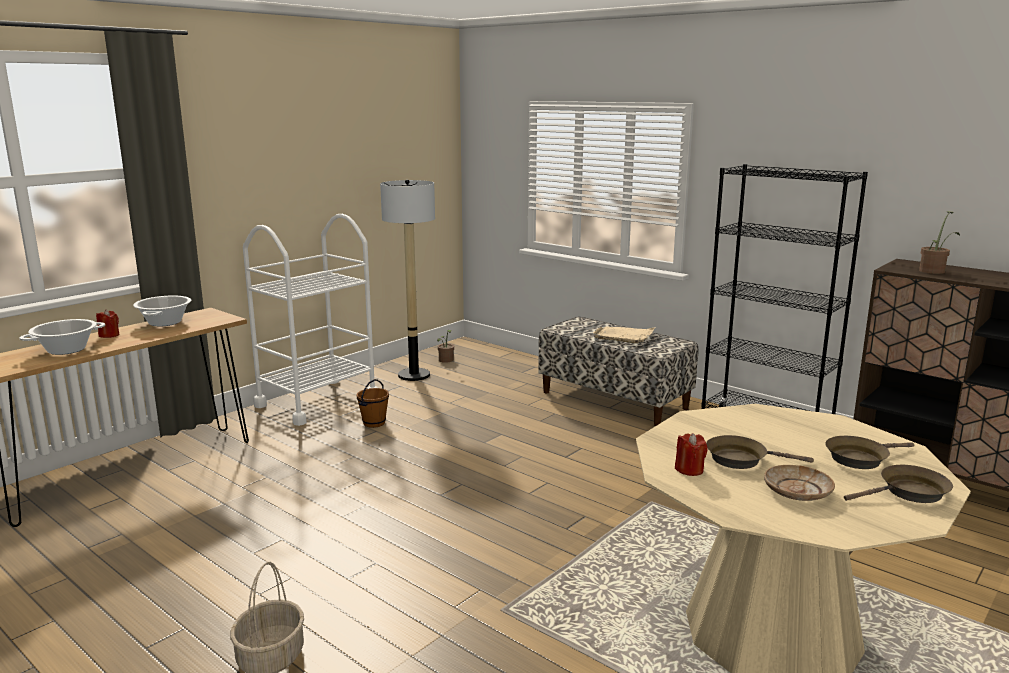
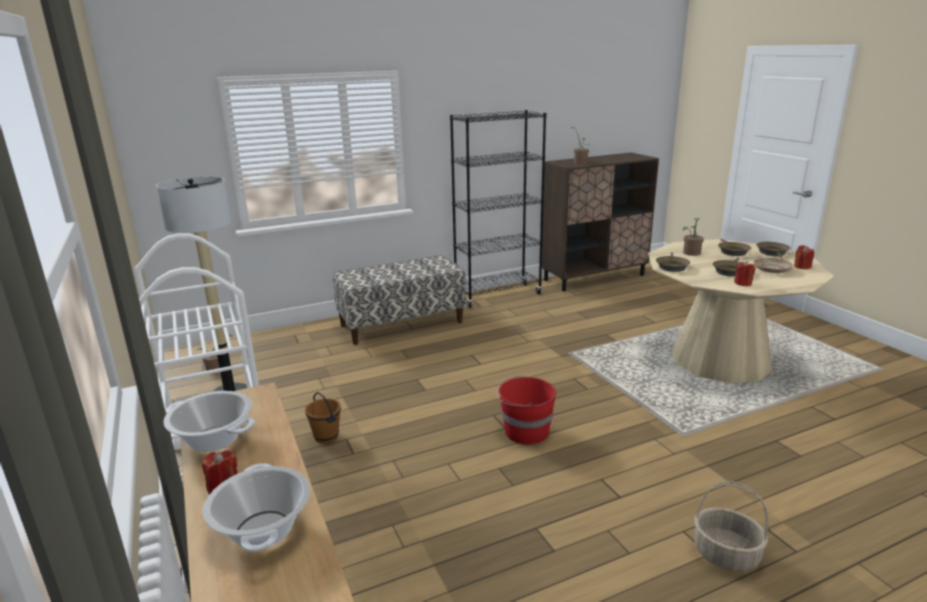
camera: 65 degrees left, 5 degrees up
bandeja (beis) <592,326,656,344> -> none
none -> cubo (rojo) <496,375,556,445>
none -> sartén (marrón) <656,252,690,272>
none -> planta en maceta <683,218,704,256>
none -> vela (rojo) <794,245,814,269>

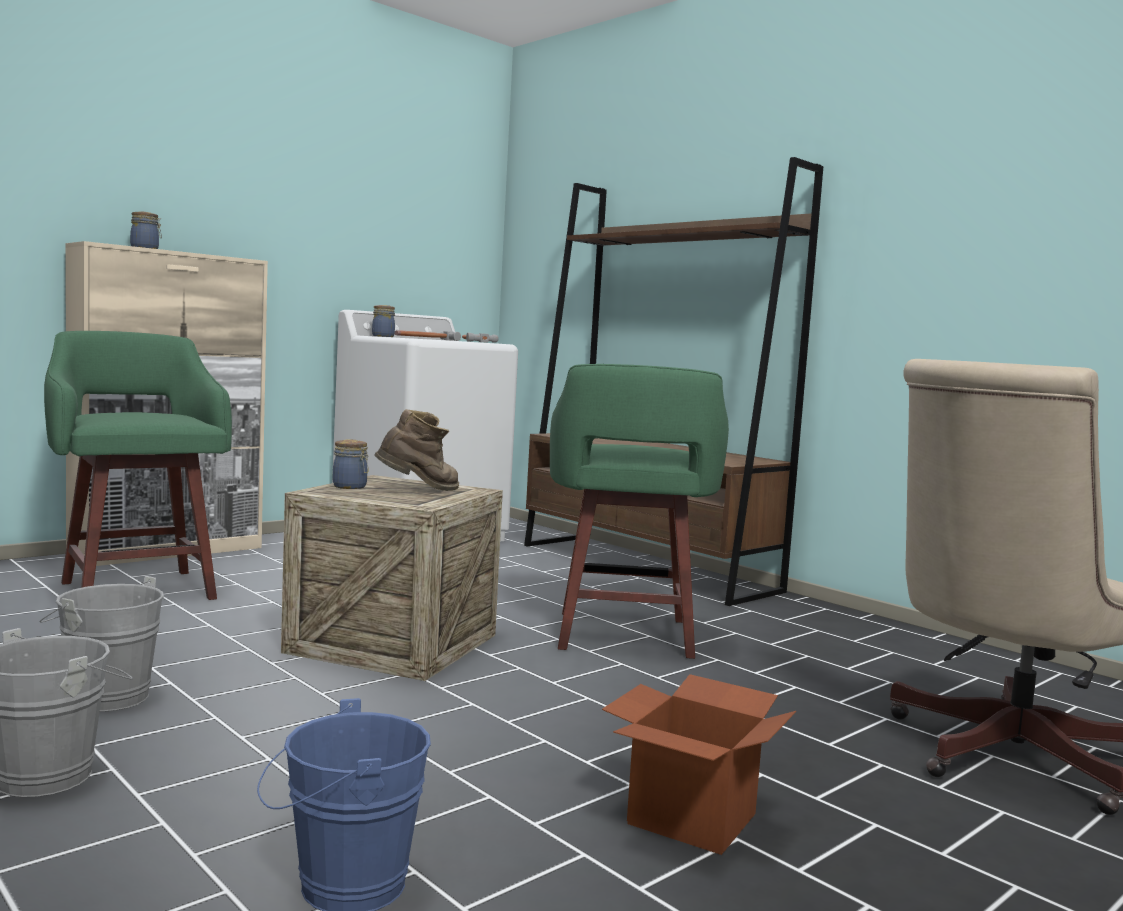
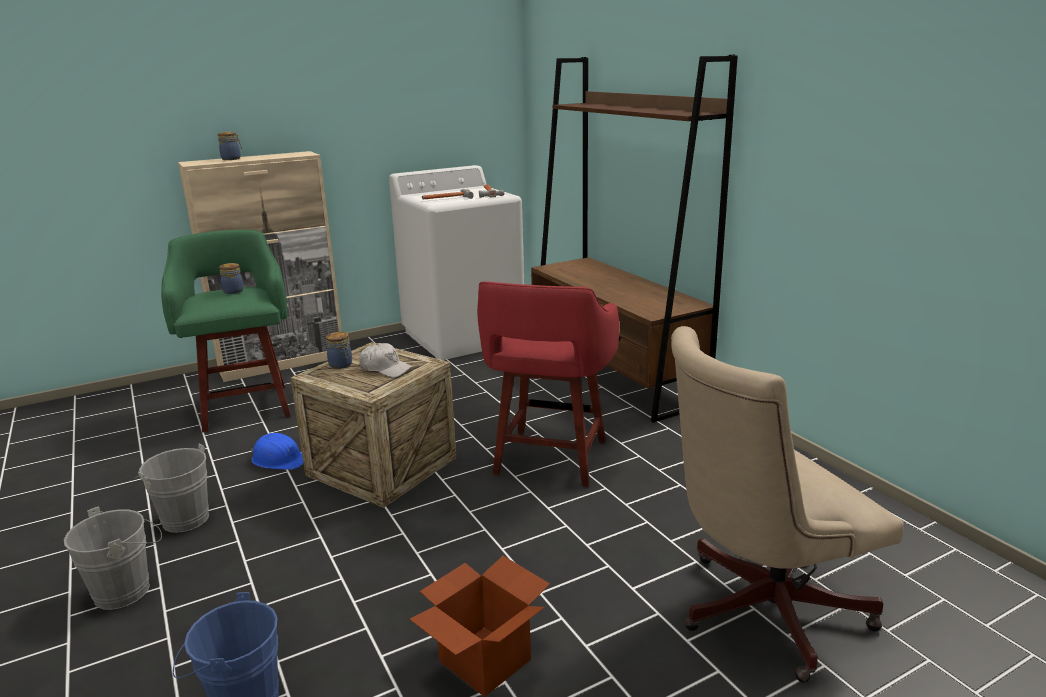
camera: 15 degrees right, 15 degrees up
none -> casco (azul) <251,433,304,470>
tarro <372,305,395,337> -> tarro <219,263,244,294>, relocated
bota (marrón) <374,409,459,491> -> gorra (blanco) <359,343,413,378>
taburete (verde) <550,364,729,659> -> taburete (rojo) <477,281,619,487>

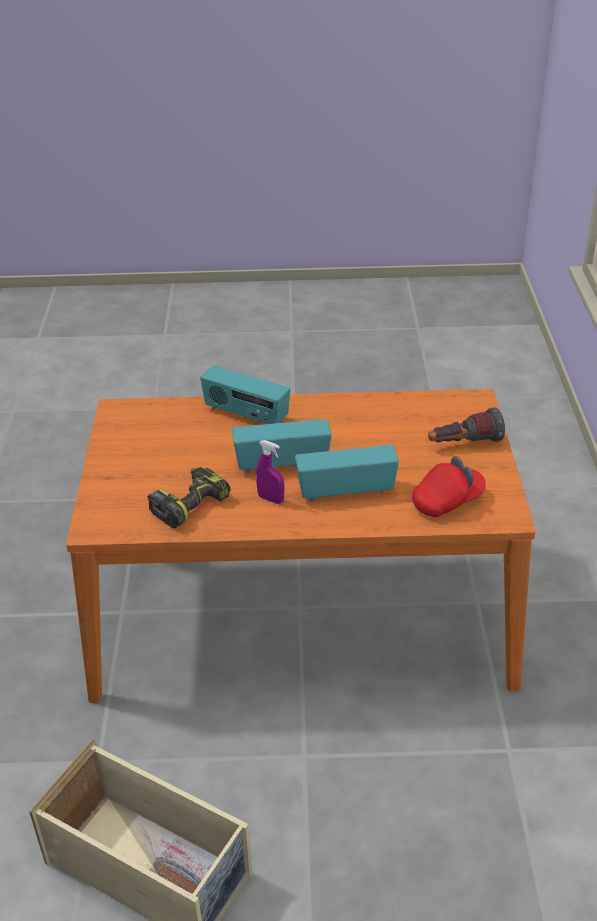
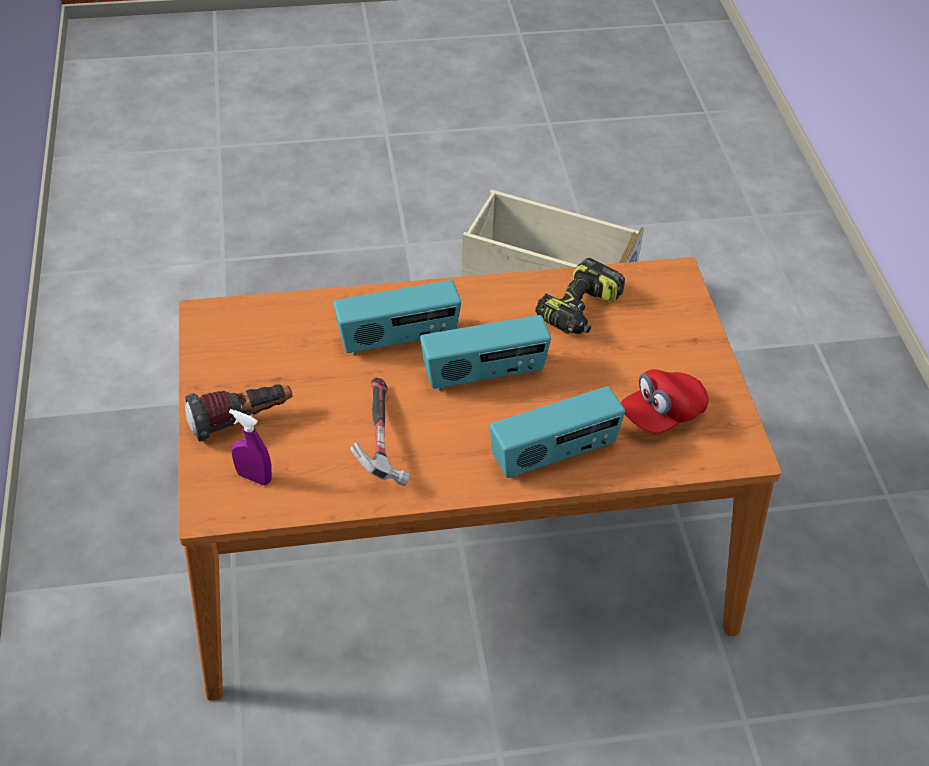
camera: 170 degrees right, 10 degrees up
none -> martillo <350,378,410,486>
pulverizador (morado) <256,440,285,504> -> pulverizador (morado) <229,409,272,485>, relocated
gorra (rojo) <412,456,486,517> -> gorra (rojo) <621,369,709,434>, relocated
radio <200,365,290,424> -> radio <490,386,625,478>, 135 degrees clockwise

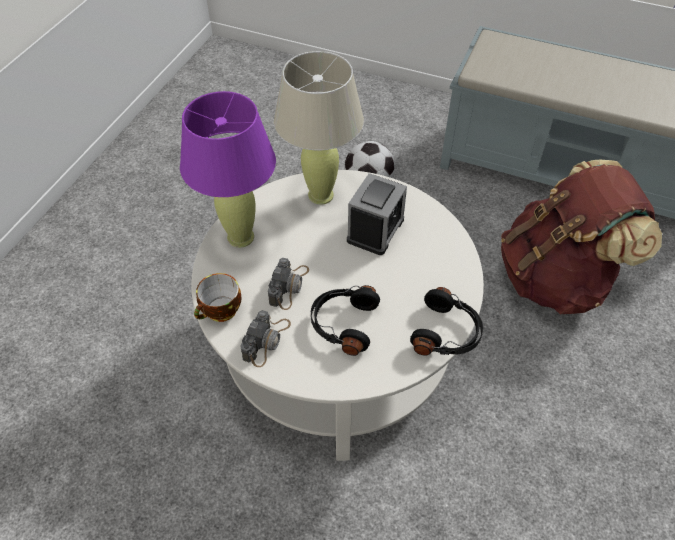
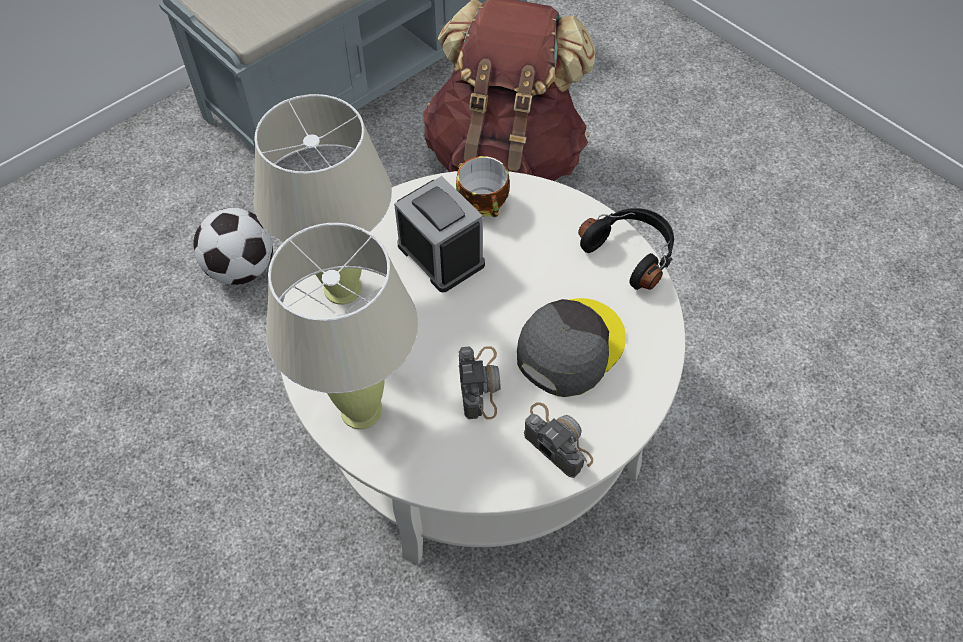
camera: 65 degrees left, 5 degrees up
taza <194,273,241,322> -> taza <456,156,510,217>, relocated
auriculares (negro) <311,285,380,356> -> gorra (gris) <517,298,626,397>
lámpara de mesa (morado) <180,91,276,248> -> lámpara de mesa (beis) <266,223,418,430>
cámara <268,258,309,310> -> cámara <459,346,501,420>, 45 degrees clockwise

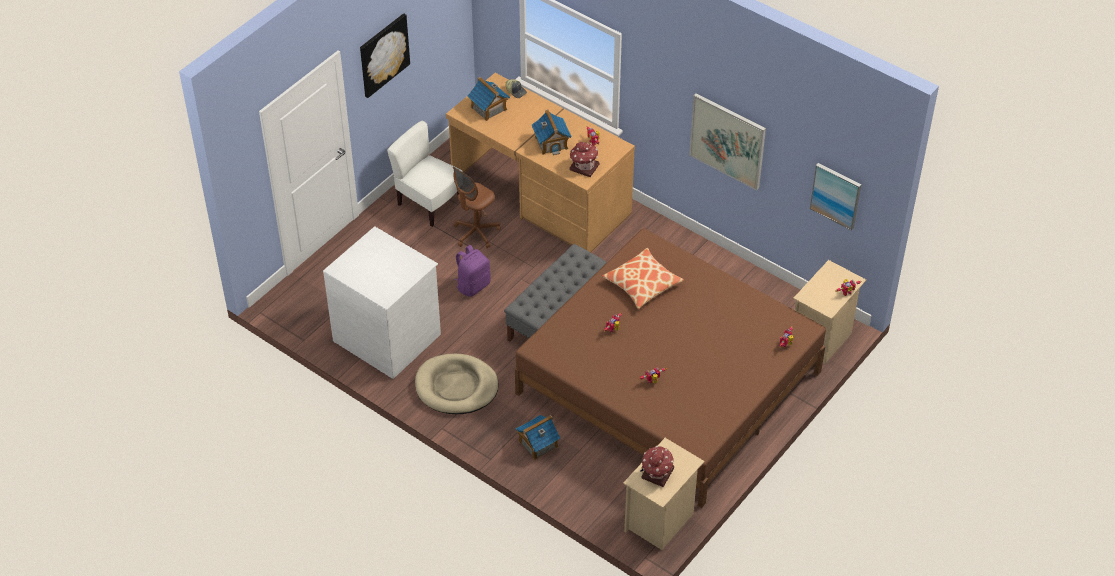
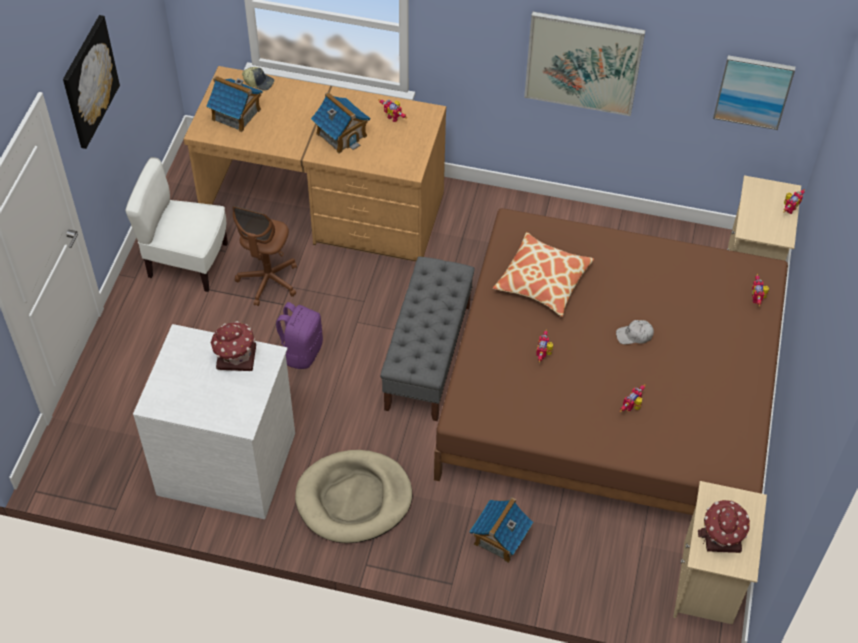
camera: 25 degrees left, 5 degrees up
none -> gorra (blanco) <616,320,654,344>
casita <569,142,600,177> -> casita <210,321,256,371>, relocated

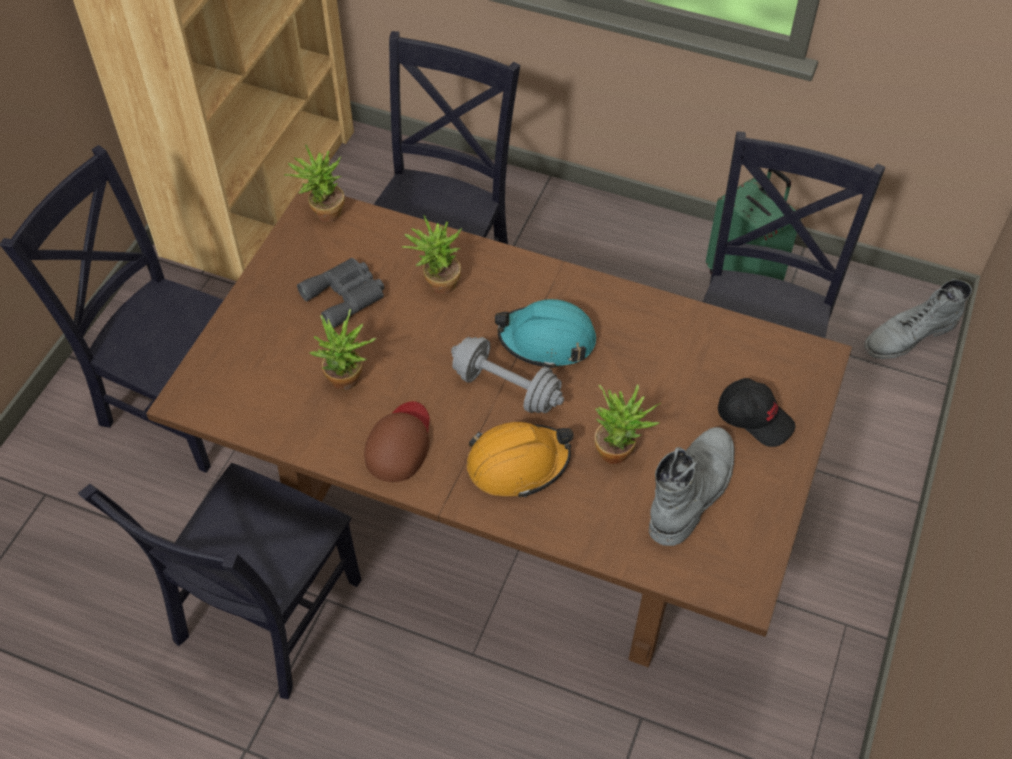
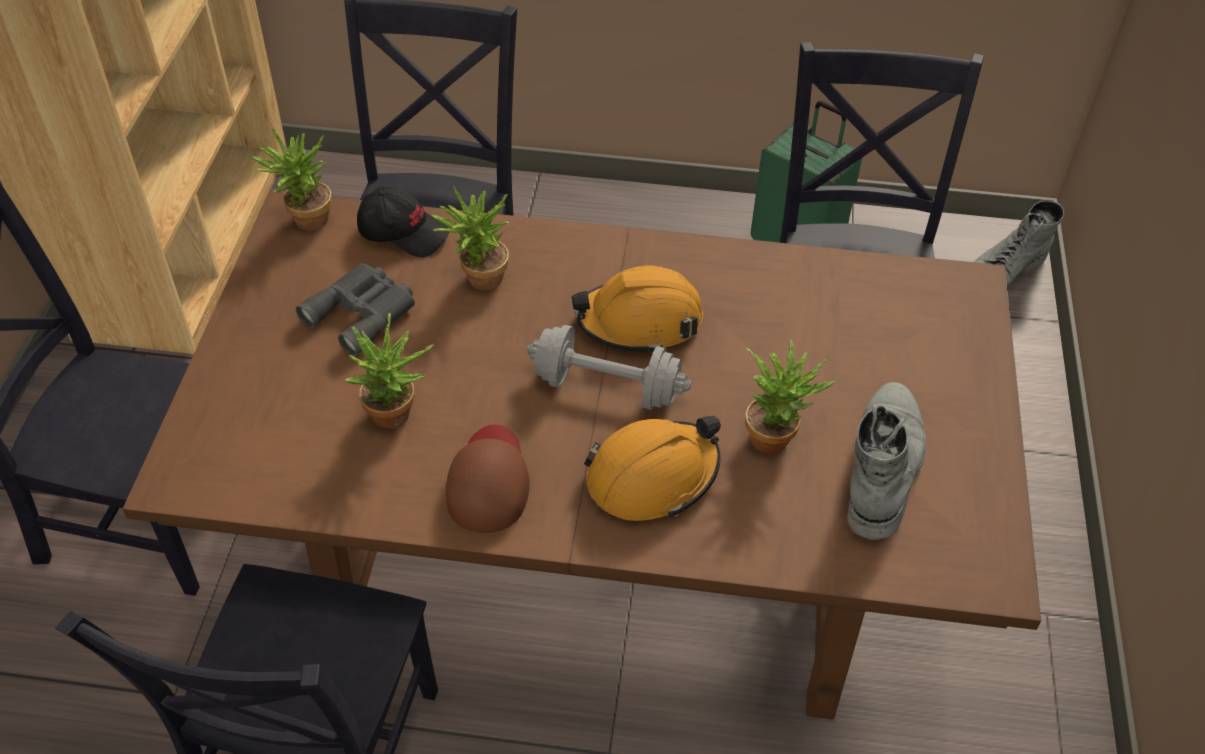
camera: 15 degrees left, 5 degrees down
gorra (negro) <718,378,795,447> -> gorra (negro) <357,186,449,257>, relocated
casco (turquesa) <495,299,596,369> -> casco (naranja) <571,265,703,354>

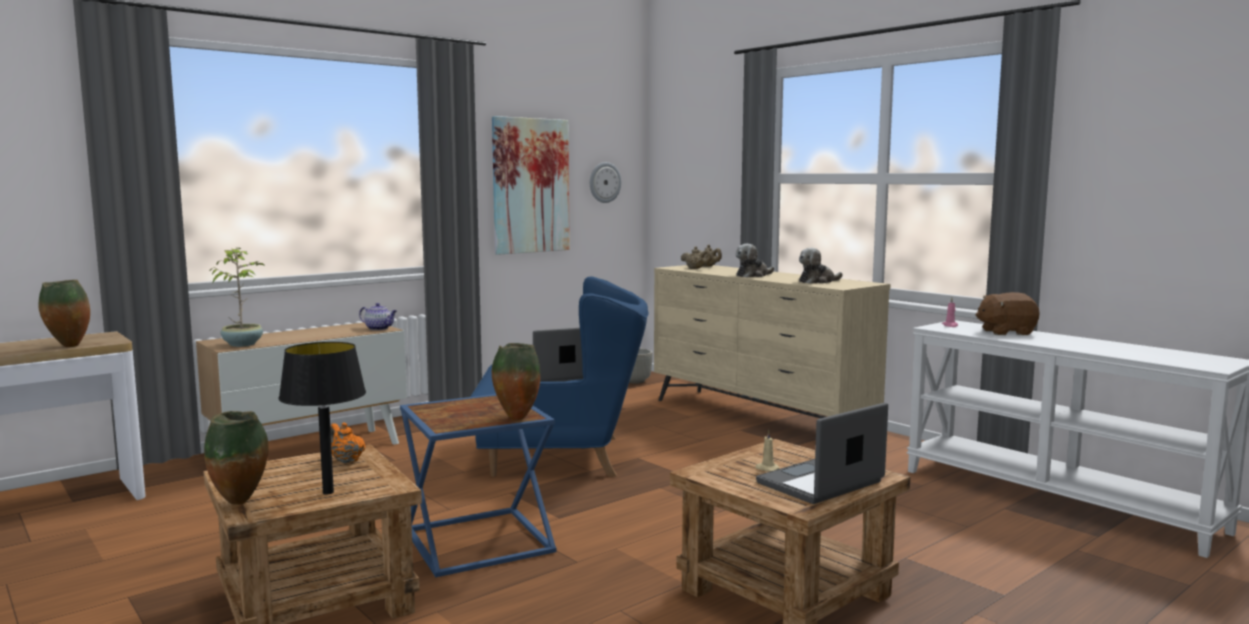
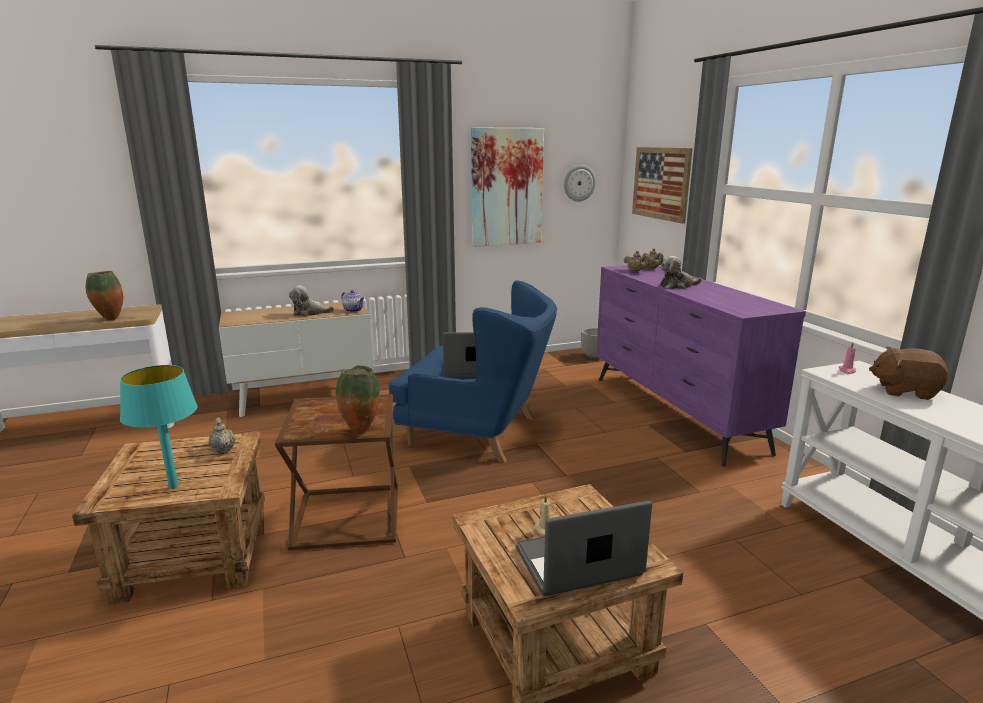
camera: 20 degrees right, 10 degrees up
florero <204,411,268,505> -> none
planta en maceta <209,248,264,347> -> none
none -> cuadro <632,147,693,224>
peluche <799,248,843,284> -> peluche <289,285,334,316>, relocated
lámpara de mesa (negro) <279,342,366,495> -> lámpara de mesa (turquesa) <120,365,197,489>
tetera (naranja) <330,423,366,463> -> tetera (beis) <209,417,236,453>
mesa auxiliar (azul) <400,394,557,577> -> mesa auxiliar (marrón) <275,394,398,550>
cómoda (beis) <654,265,891,418> -> cómoda (morado) <596,265,806,467>

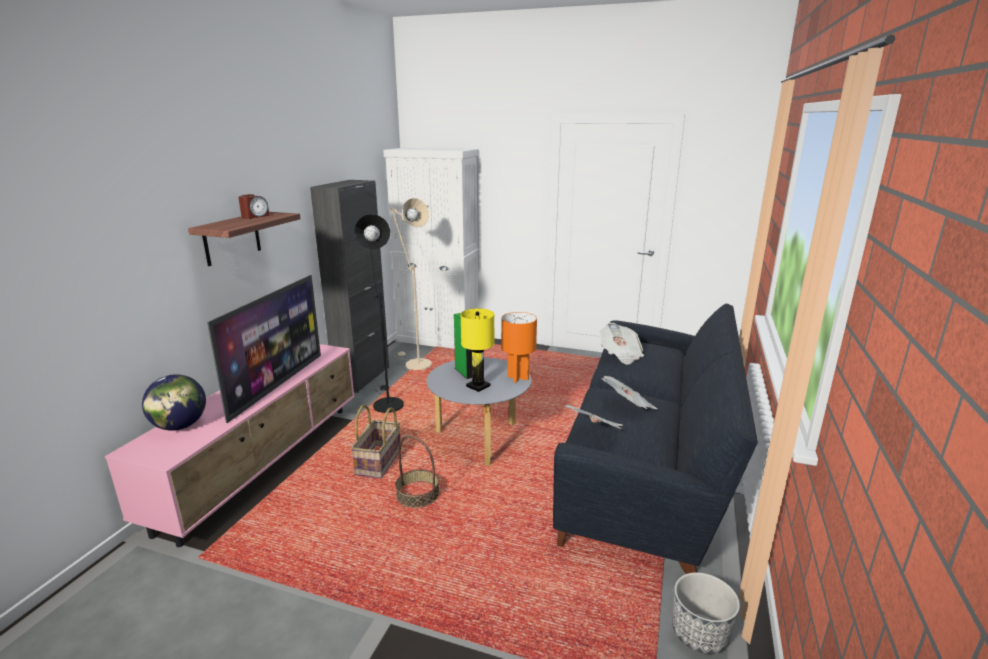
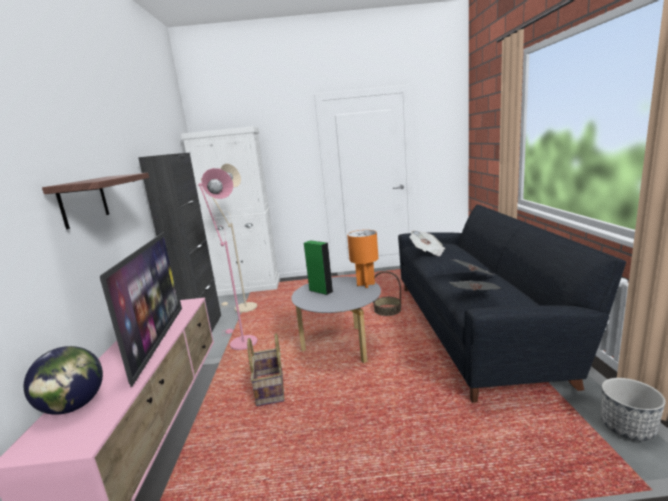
camera: 20 degrees left, 5 degrees down
despertador <238,194,270,219> -> none
lámpara de mesa (amarillo) <460,309,495,392> -> none
cesta <395,435,440,508> -> cesta <373,271,401,316>, relocated
lámpara de pie (negro) <354,214,404,413> -> lámpara de pie (rosa) <198,168,257,350>

